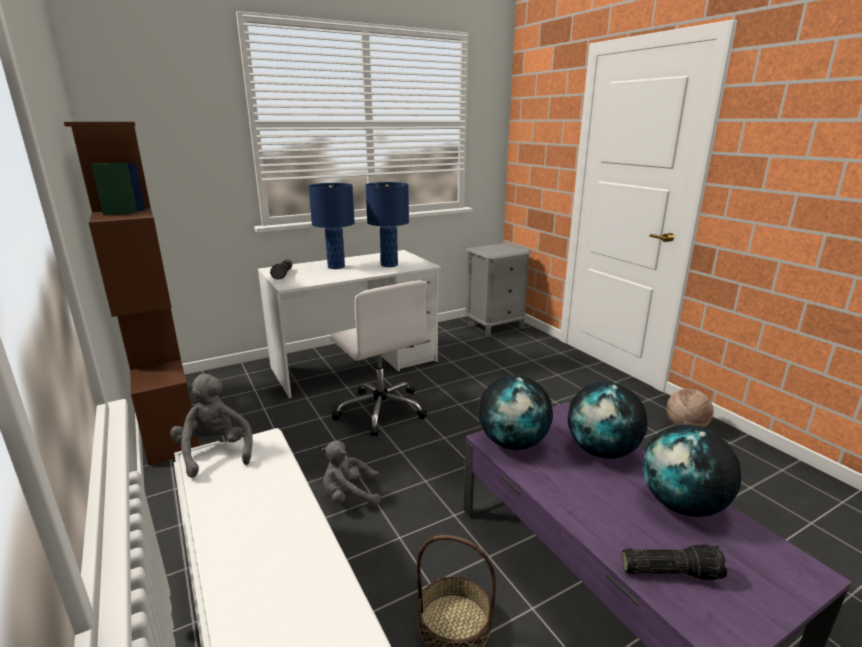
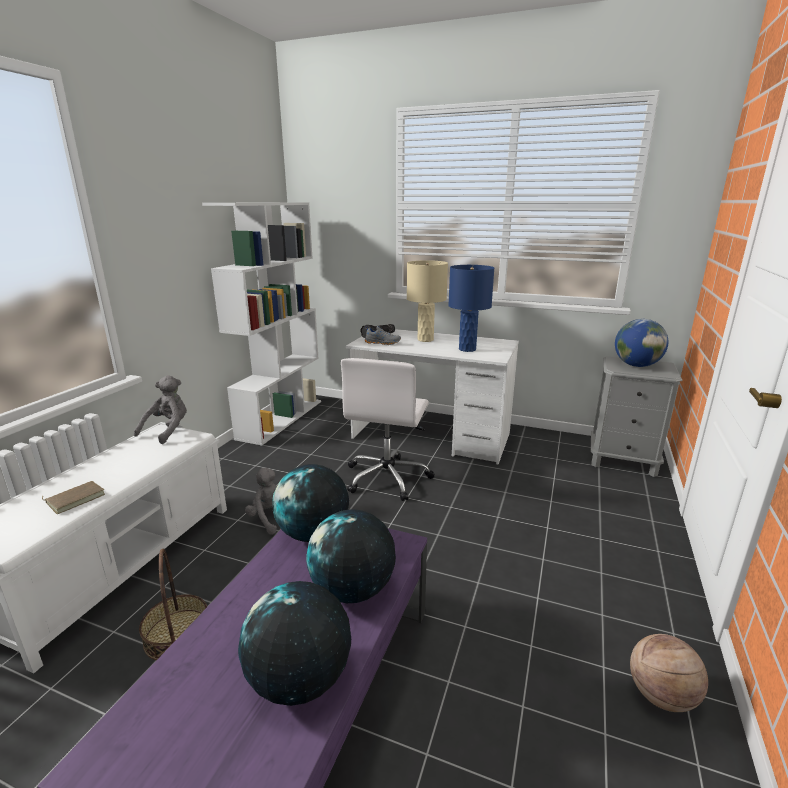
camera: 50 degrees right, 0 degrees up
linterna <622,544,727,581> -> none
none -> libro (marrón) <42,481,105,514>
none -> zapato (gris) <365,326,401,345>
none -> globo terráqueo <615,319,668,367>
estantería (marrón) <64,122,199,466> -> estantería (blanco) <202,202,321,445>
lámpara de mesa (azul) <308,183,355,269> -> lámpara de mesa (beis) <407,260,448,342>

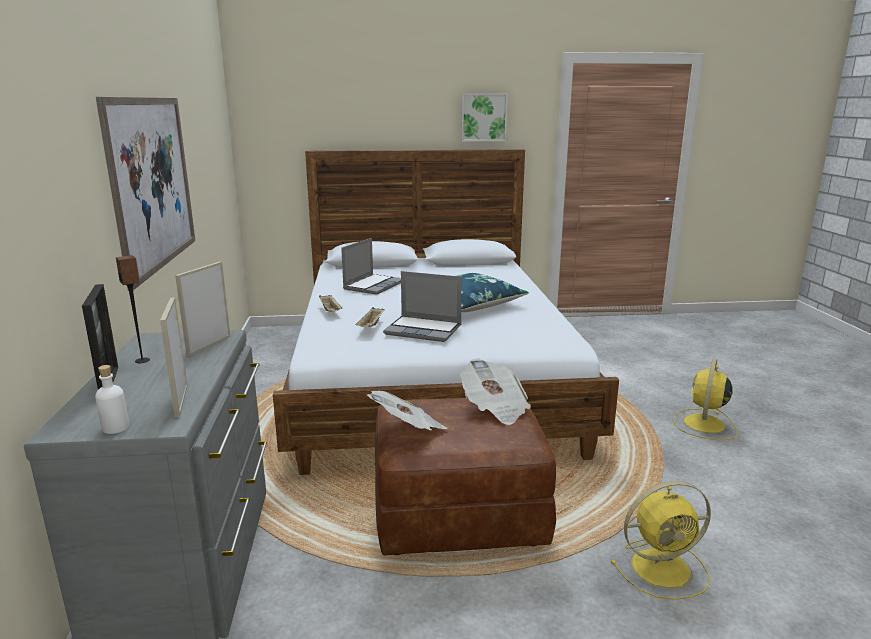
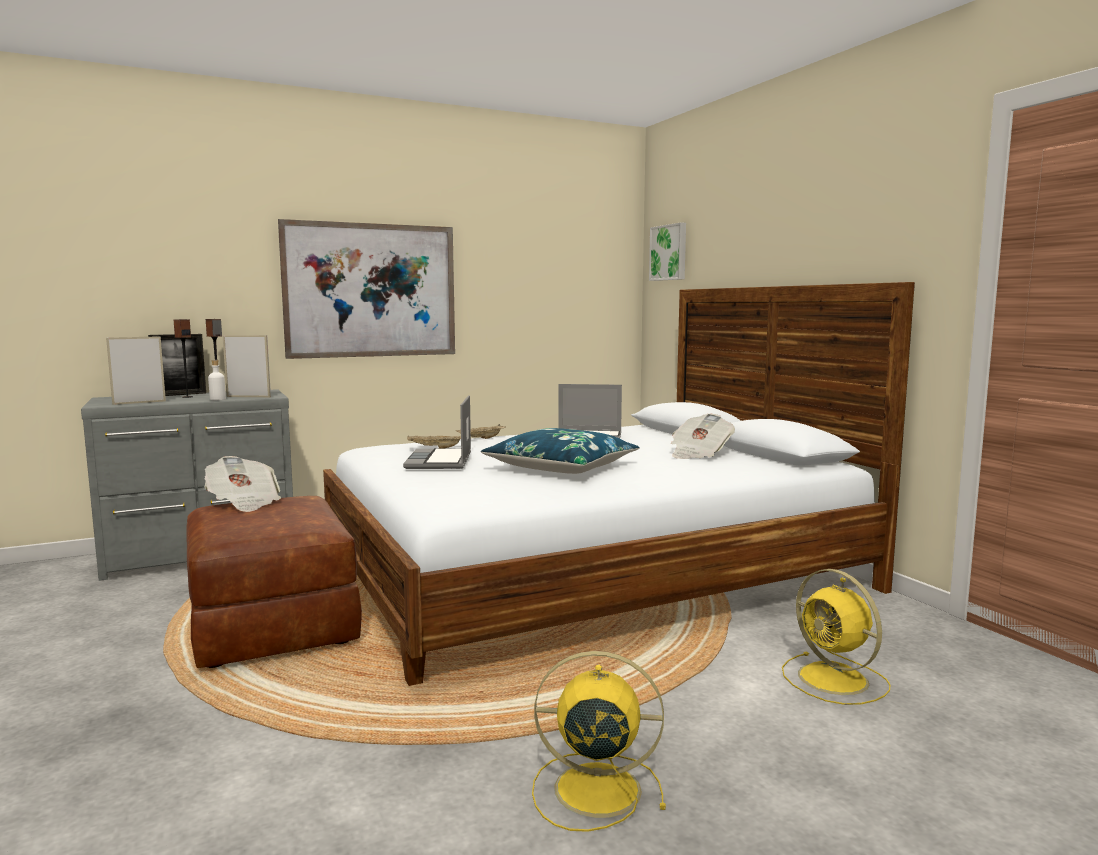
camera: 70 degrees right, 10 degrees down
none -> altavoz <174,319,193,398>
botella (blanco) <95,365,129,434> -> botella (blanco) <208,360,226,400>, relocated
periódico <460,359,531,425> -> periódico <671,414,735,459>, relocated
cuadro <461,94,508,142> -> cuadro <649,222,686,281>, relocated
ventilador (amarillo) <611,481,711,600> -> ventilador (amarillo) <782,569,891,705>, relocated

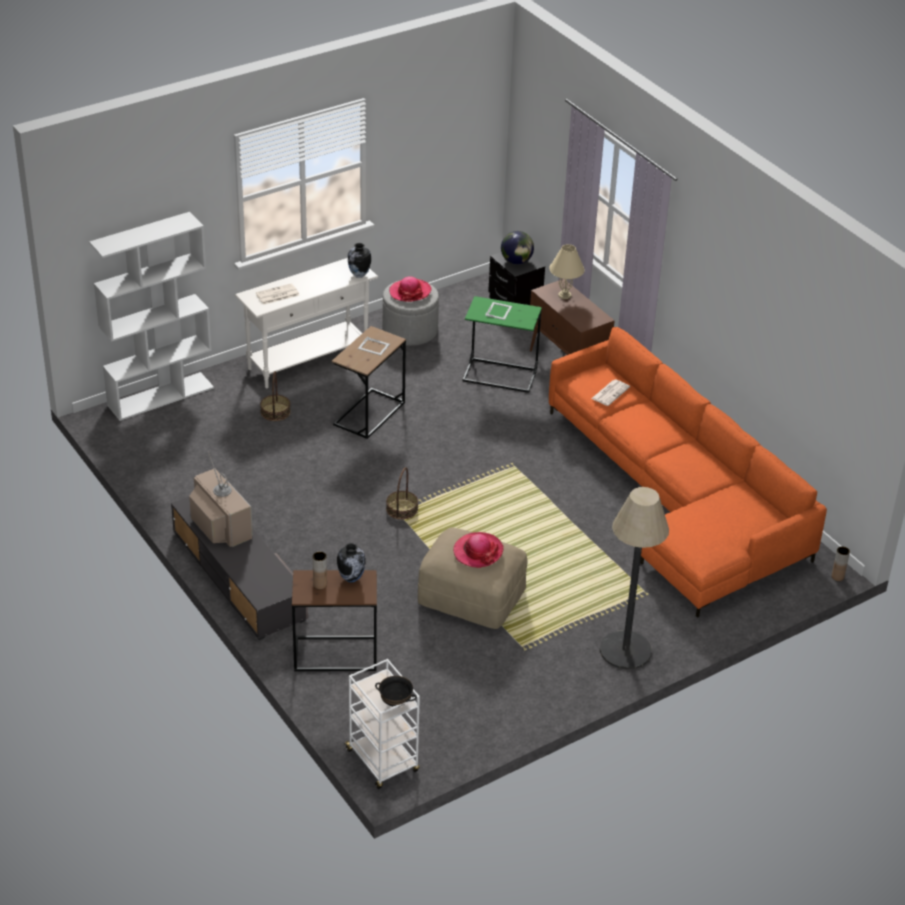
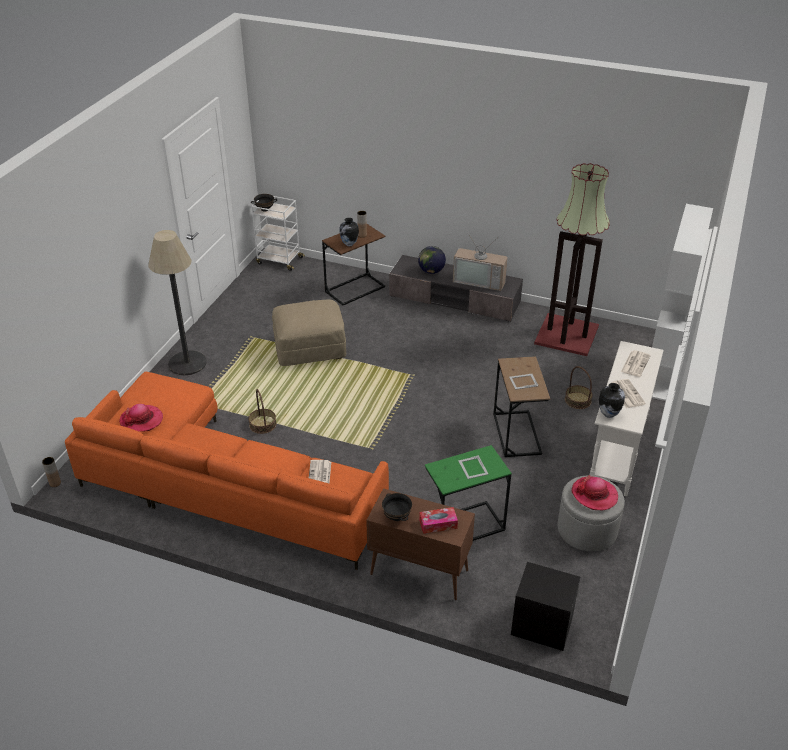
camera: 145 degrees right, 0 degrees up
none -> cuenco (negro) <382,493,412,521>
none -> lámpara de pie <534,163,610,356>
none -> periódico <612,379,646,408>
cesta <386,467,418,520> -> cesta <248,389,276,434>, relocated
sombrero <453,532,504,568> -> sombrero <119,404,163,432>, relocated
globo terráqueo <501,231,534,264> -> globo terráqueo <418,246,446,274>, relocated
lámpara de mesa (beis) <549,244,585,299> -> caja de pañuelos <419,507,458,534>

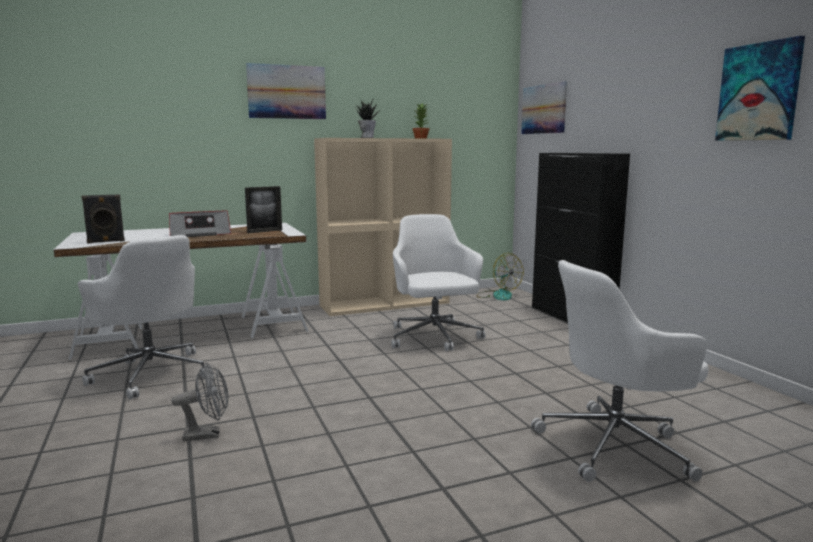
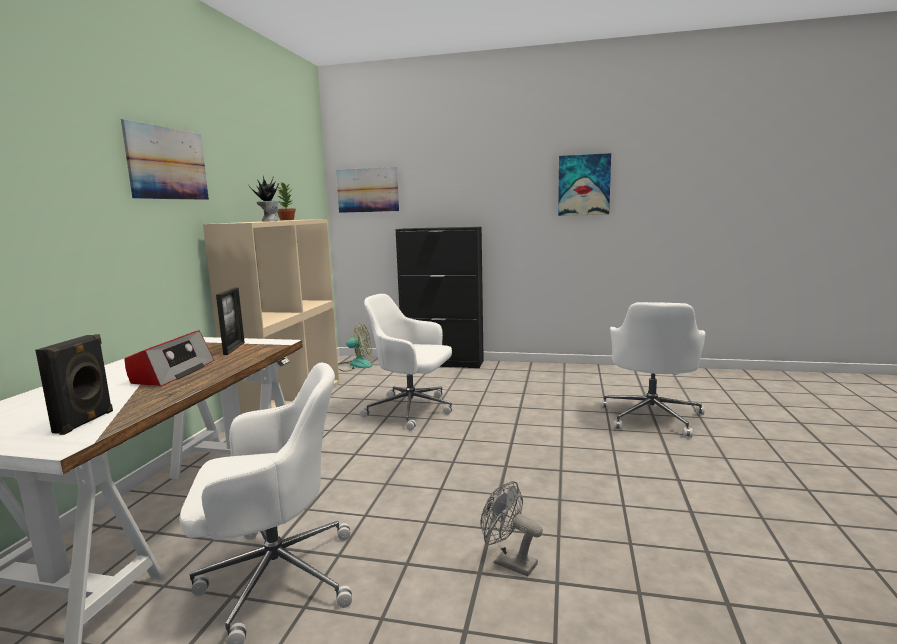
camera: 55 degrees left, 0 degrees up
ventilador (gris) <171,362,228,442> -> ventilador (gris) <480,481,543,576>, 75 degrees counterclockwise

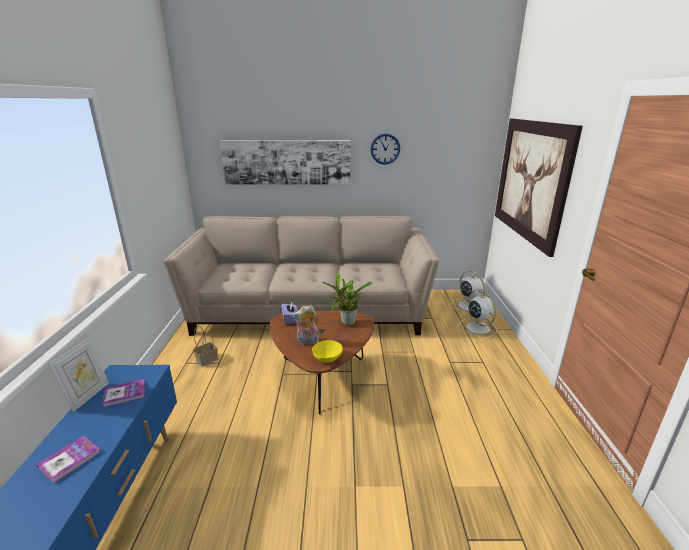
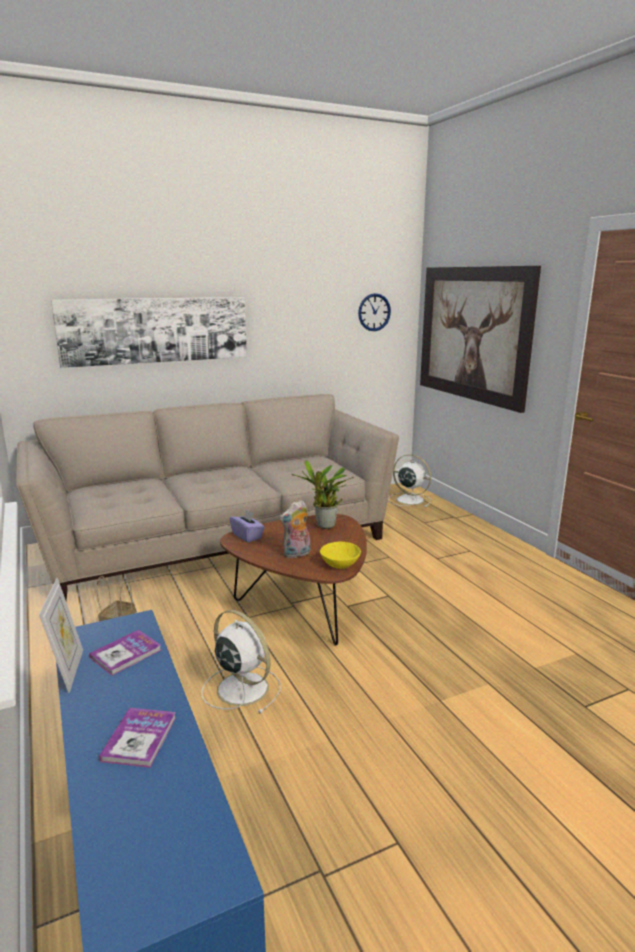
camera: 25 degrees left, 5 degrees down
reloj de pared <371,134,400,165> -> reloj de pared <358,293,391,331>, relocated
ventilador (blanco) <458,289,497,339> -> ventilador (blanco) <201,610,281,714>, relocated

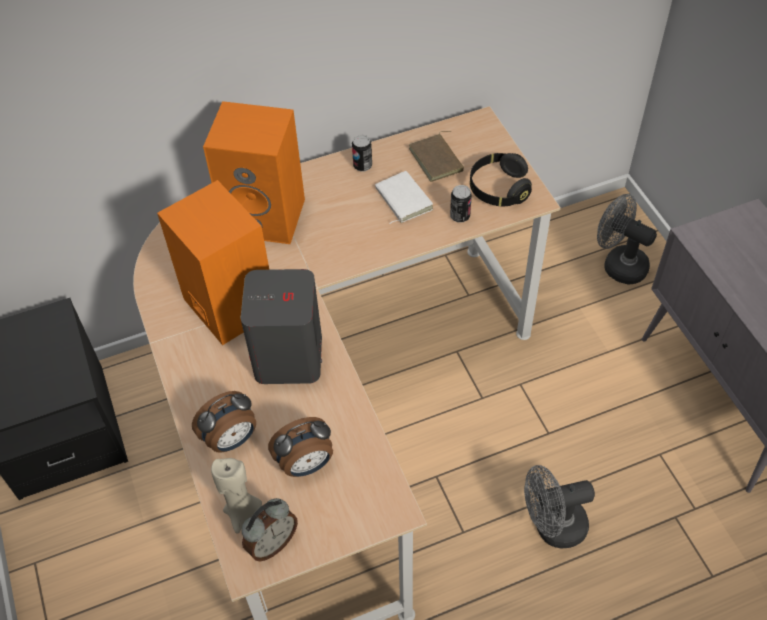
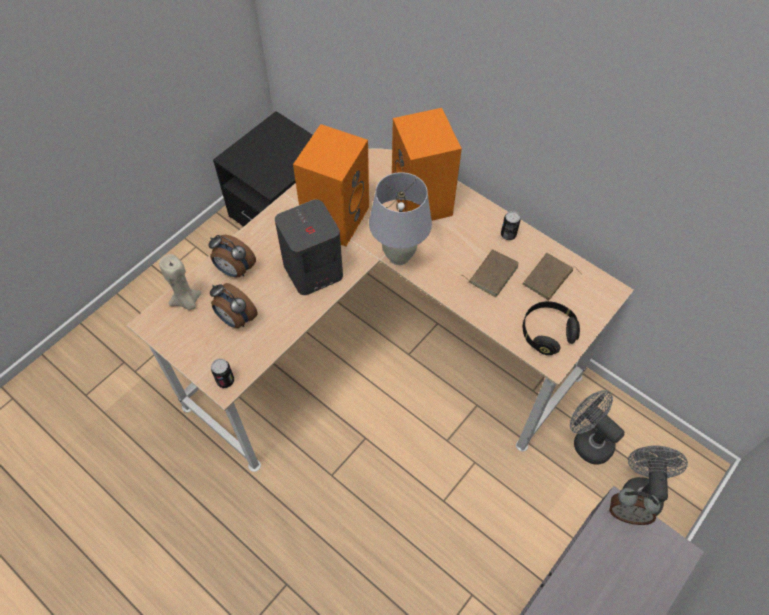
camera: 60 degrees right, 5 degrees up
none -> lámpara de mesa (blanco) <369,172,432,265>
despertador <241,498,298,561> -> despertador <609,488,660,525>, relocated
lata <450,185,472,223> -> lata <211,359,234,388>, relocated
ventilador (gris) <524,465,595,548> -> ventilador (gris) <570,390,625,465>, relocated
libro (blanco) <375,171,433,224> -> libro (marrón) <461,249,519,297>

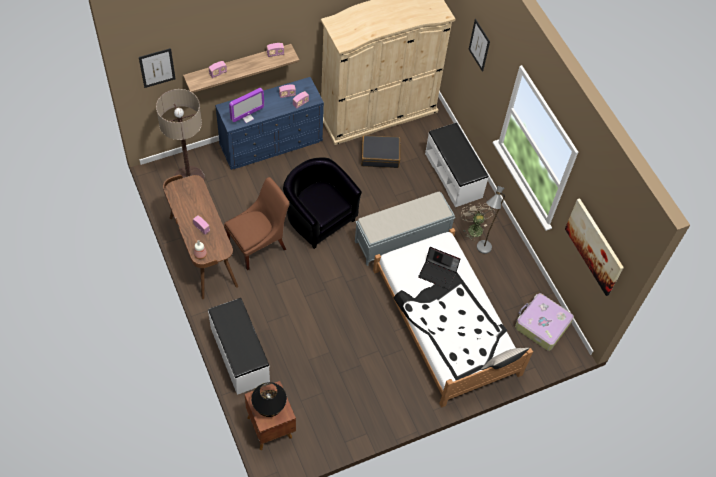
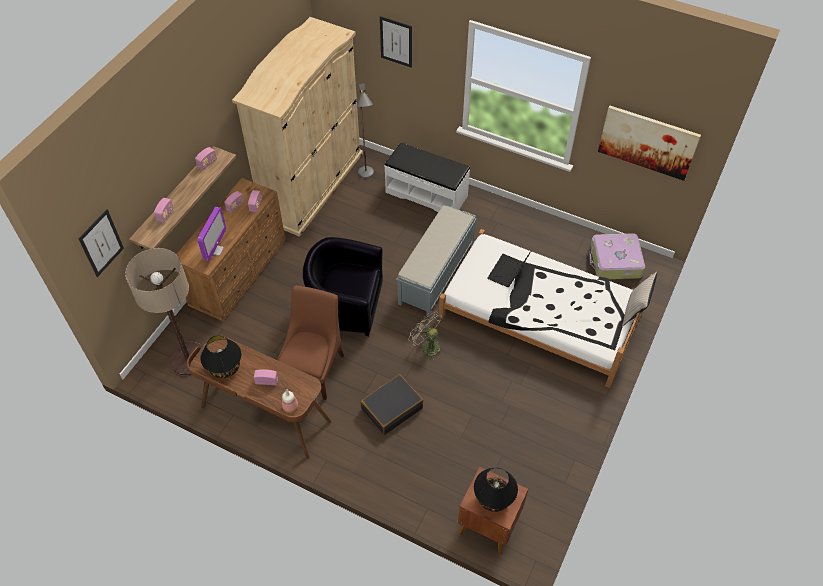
camera: 35 degrees left, 5 degrees down
banco (blanco) <208,298,270,395> -> none
none -> lámpara de mesa (negro) <201,335,241,378>
maleta (negro) <361,135,400,168> -> maleta (negro) <361,374,423,435>, relocated
ventilador (beis) <461,203,495,240> -> ventilador (beis) <408,311,442,361>, relocated
lámpara de pie (gris) <477,186,505,254> -> lámpara de pie (gris) <357,83,374,178>, relocated
cómoda (azul) <215,77,324,170> -> cómoda (marrón) <176,178,286,321>
portátil <418,247,460,289> -> portátil <487,251,531,287>, 135 degrees clockwise

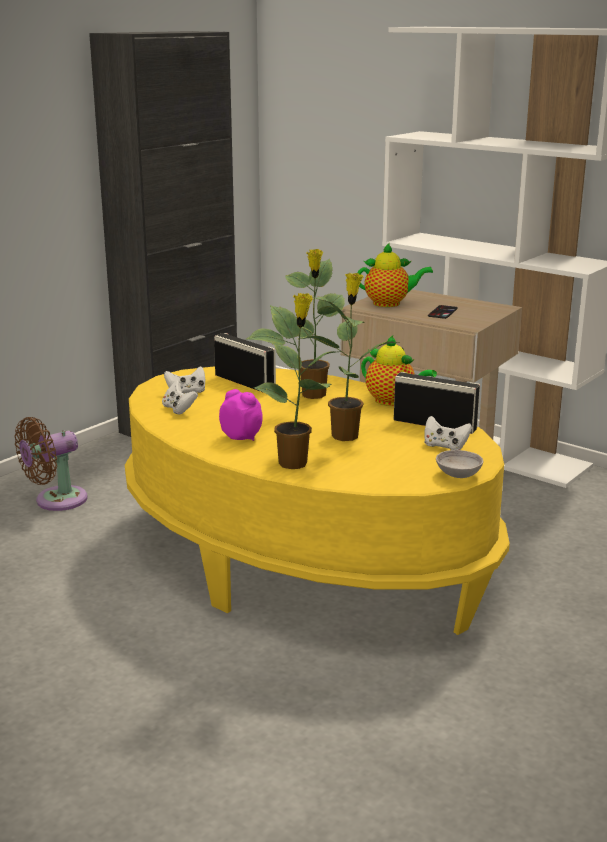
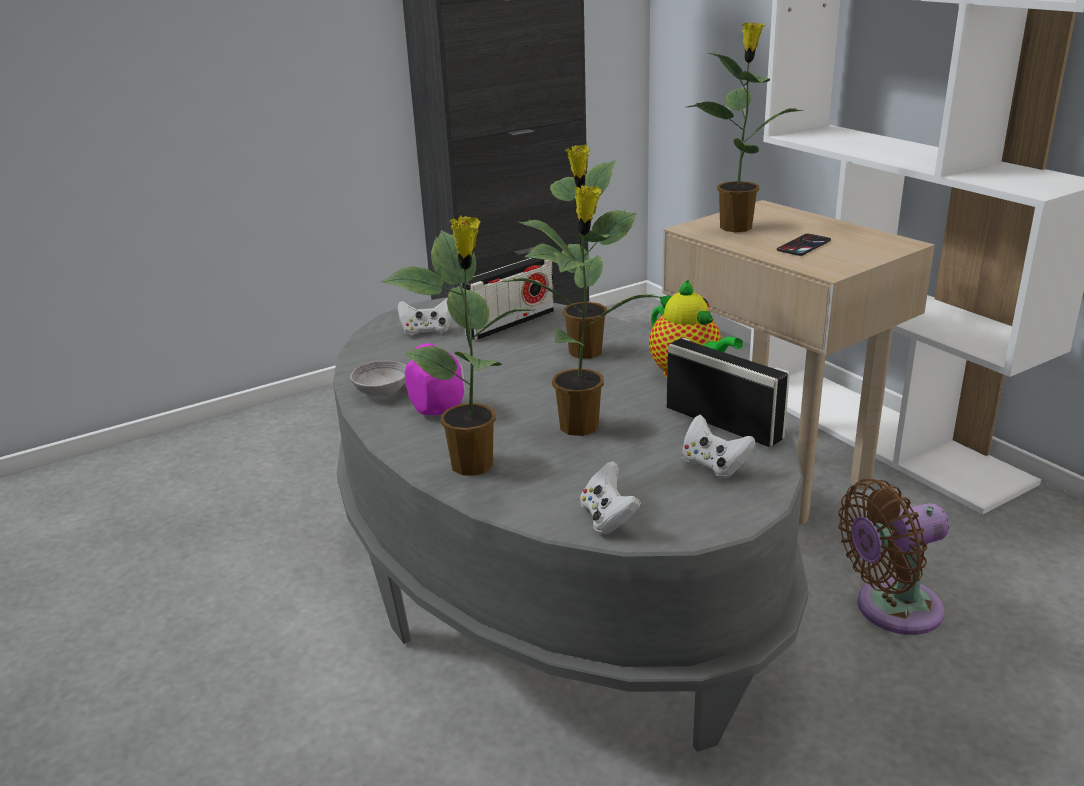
camera: 20 degrees right, 5 degrees up
ventilador (marrón) <14,417,88,511> -> ventilador (marrón) <838,478,950,635>, relocated
mando de consola (blanco) <162,380,198,415> -> mando de consola (blanco) <580,461,641,534>, relocated
cuenco (gris) <436,450,483,478> -> cuenco (gris) <350,361,406,397>, relocated
tetera <358,243,433,307> -> planta en maceta <687,22,803,232>
mesa de centro (amarillo) <125,366,510,635> -> mesa de centro (gris) <333,297,809,752>
radio <214,333,276,392> -> radio <461,258,554,341>, 75 degrees clockwise

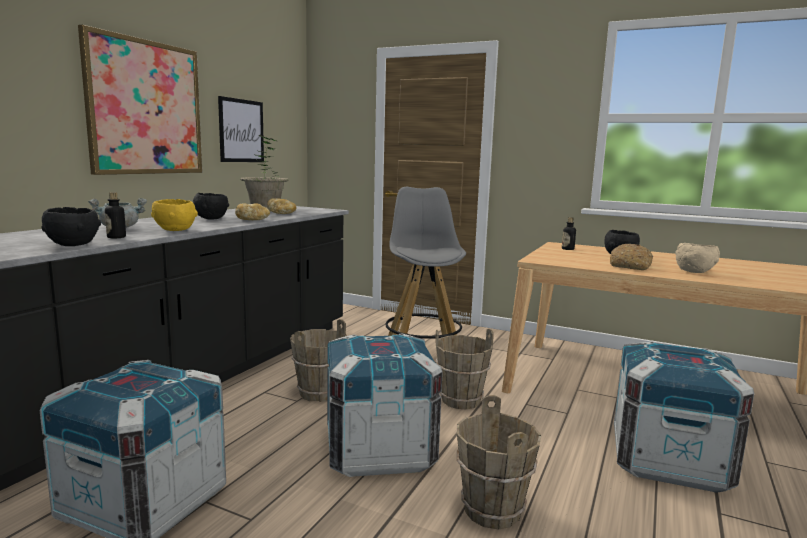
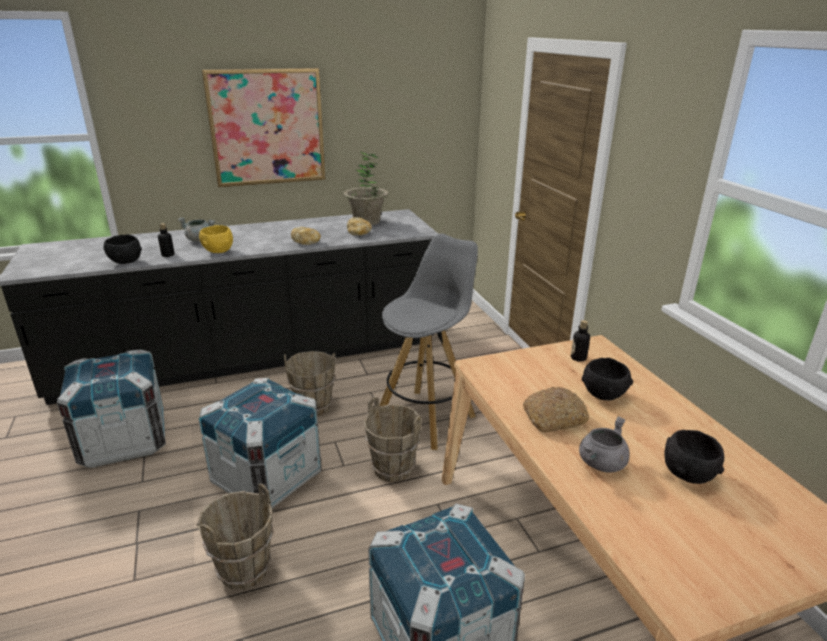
camera: 45 degrees right, 15 degrees up
cuadro <218,96,264,162> -> none
cuenco (negro) <193,193,229,220> -> cuenco (negro) <664,430,724,484>, relocated
cuenco (beis) <675,243,720,273> -> olla (gris) <579,416,630,472>

